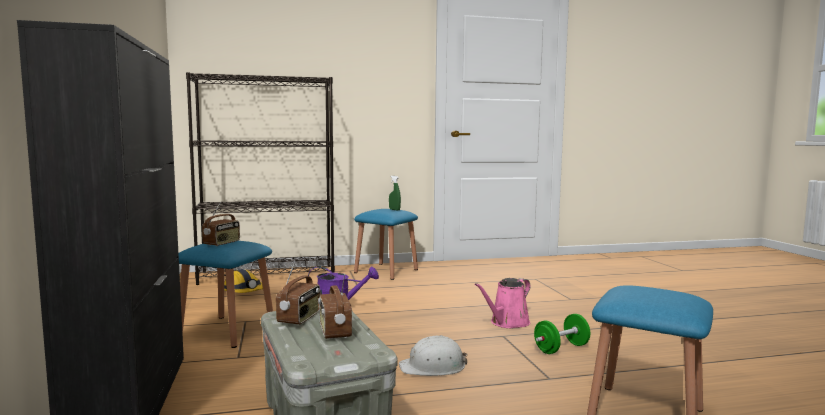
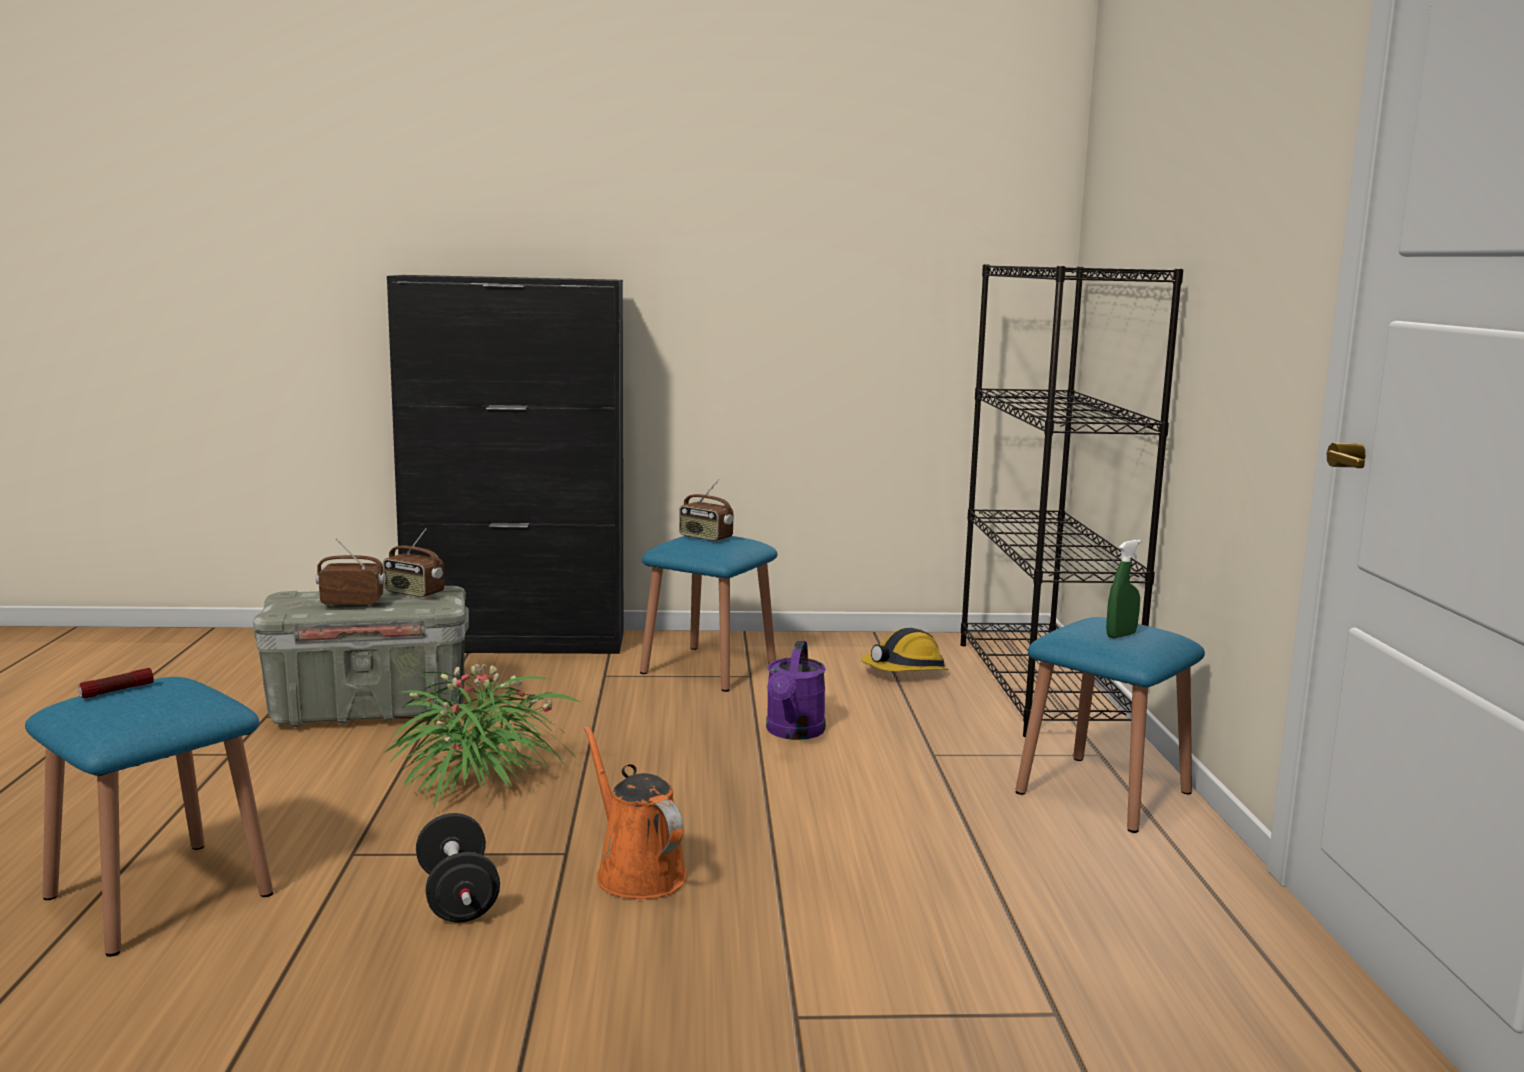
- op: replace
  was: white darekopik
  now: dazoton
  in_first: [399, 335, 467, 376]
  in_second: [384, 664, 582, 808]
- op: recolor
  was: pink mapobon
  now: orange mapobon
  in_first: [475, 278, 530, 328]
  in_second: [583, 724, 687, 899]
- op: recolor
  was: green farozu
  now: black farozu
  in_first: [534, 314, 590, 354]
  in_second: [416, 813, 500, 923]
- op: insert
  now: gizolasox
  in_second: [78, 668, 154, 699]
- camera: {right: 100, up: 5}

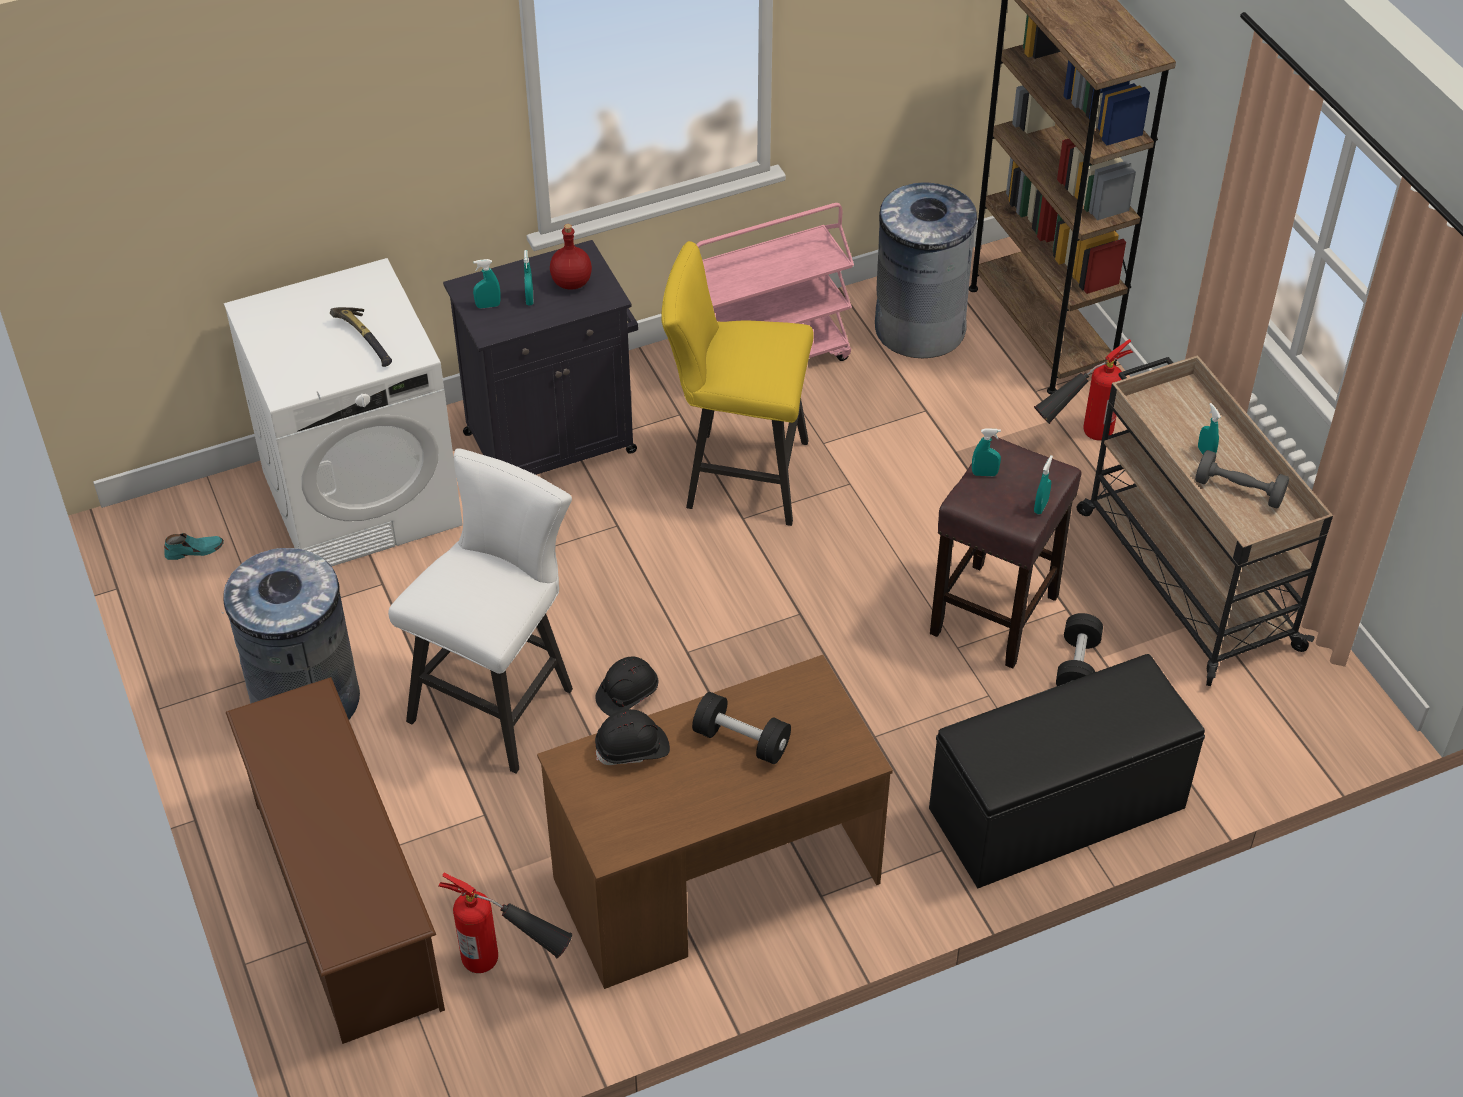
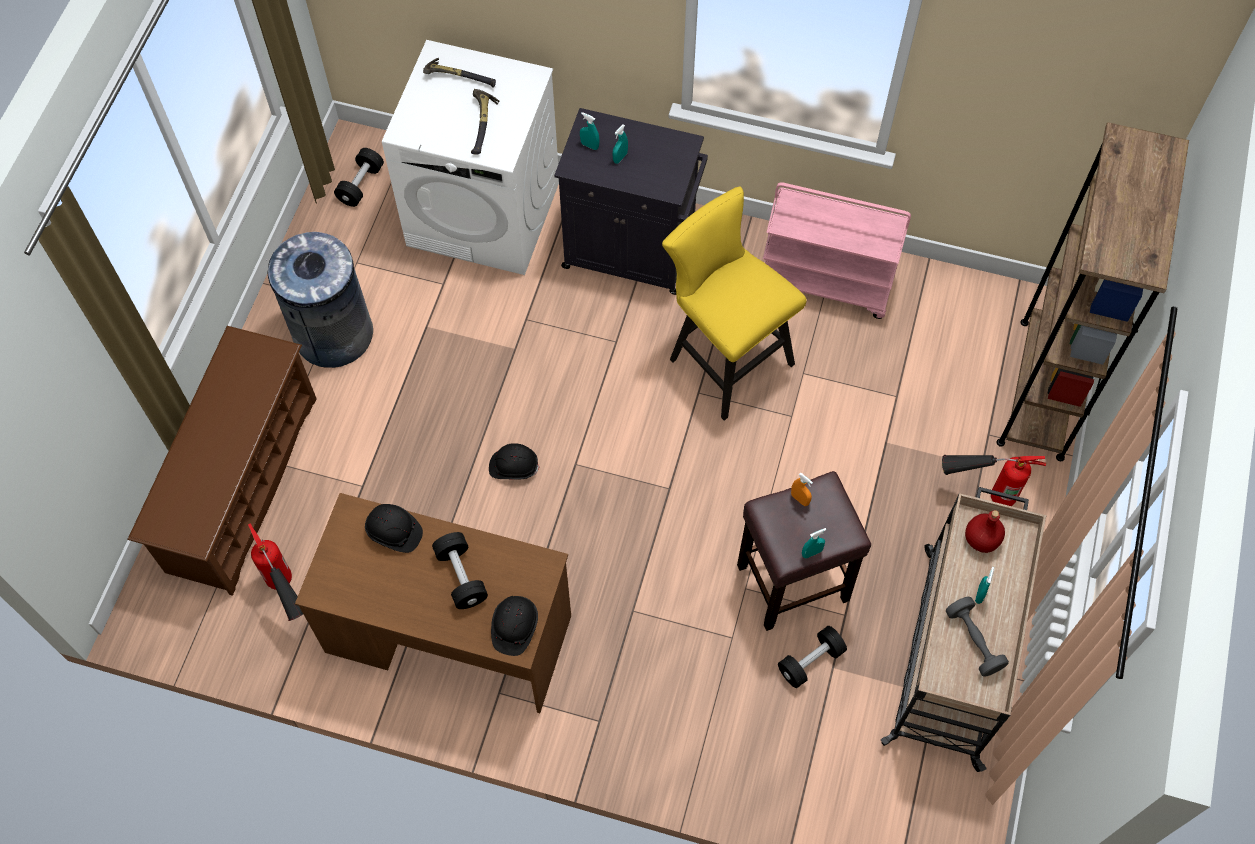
- op: replace
  was: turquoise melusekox
  now: black farozu
  in_first: [164, 533, 224, 560]
  in_second: [334, 148, 384, 207]
- op: delete
  was: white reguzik
  in_first: [388, 448, 573, 774]
- op: move
  was: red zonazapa
  in_first: [550, 224, 592, 290]
  in_second: [965, 510, 1005, 553]
- op: delete
  was: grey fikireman
  in_first: [875, 183, 977, 358]
- op: delete
  was: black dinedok
  in_first: [929, 654, 1205, 888]
- op: recolor
  was: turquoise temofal
  now: orange temofal
  in_first: [972, 428, 1001, 476]
  in_second: [791, 472, 813, 506]
- op: insert
  now: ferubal
  in_second: [423, 58, 496, 88]
- op: insert
  now: black darekopik
  in_second: [491, 596, 538, 656]
- camera: {right: 40, up: 15}

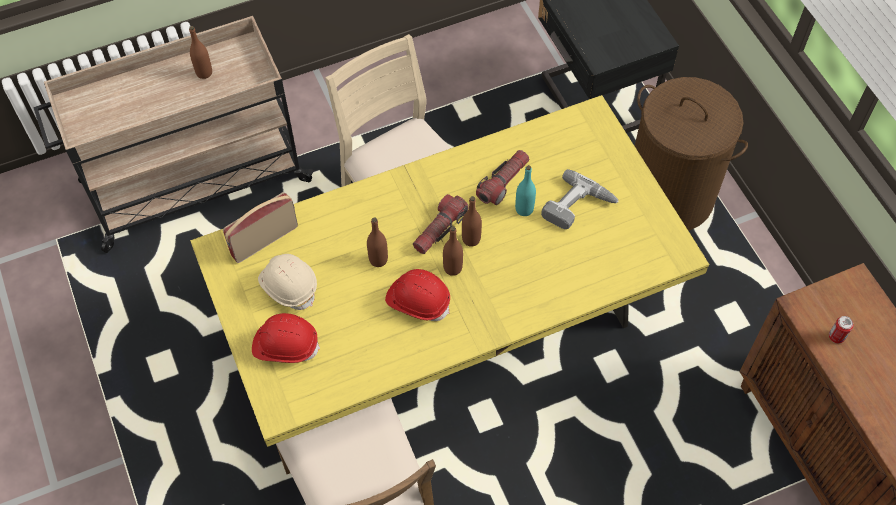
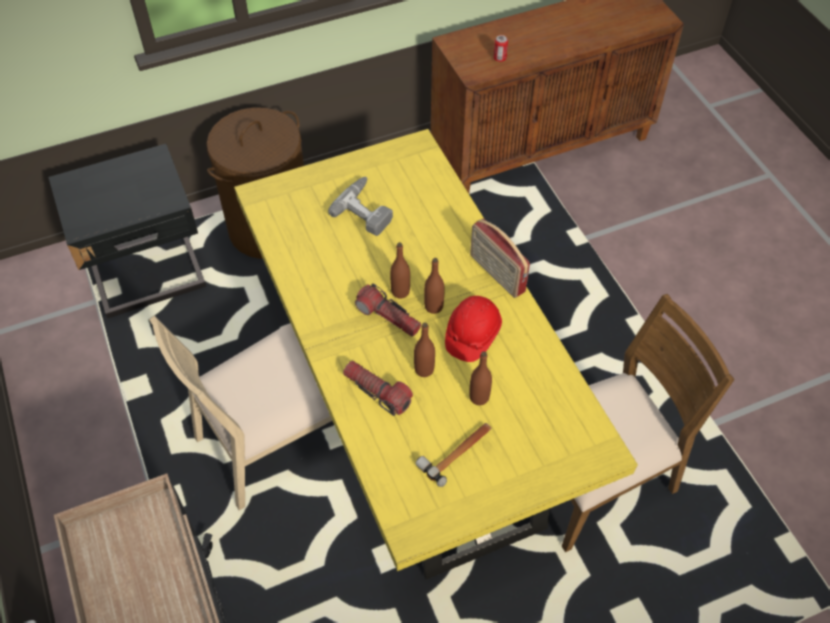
- op: move
  was: brown zonazapa
  in_first: [189, 26, 212, 79]
  in_second: [469, 351, 492, 405]
- op: move
  was: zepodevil
  in_first: [223, 192, 298, 263]
  in_second: [470, 219, 530, 298]
- op: delete
  was: red darekopik
  in_first: [252, 313, 320, 363]
- op: replace
  was: beige darekopik
  now: ferubal
  in_first: [258, 254, 317, 310]
  in_second: [416, 423, 492, 487]
- op: move
  was: gizolasox
  in_first: [476, 150, 529, 205]
  in_second: [343, 361, 413, 416]
- op: delete
  was: turquoise zonazapa
  in_first: [515, 165, 536, 216]
- camera: {right: -90, up: -5}

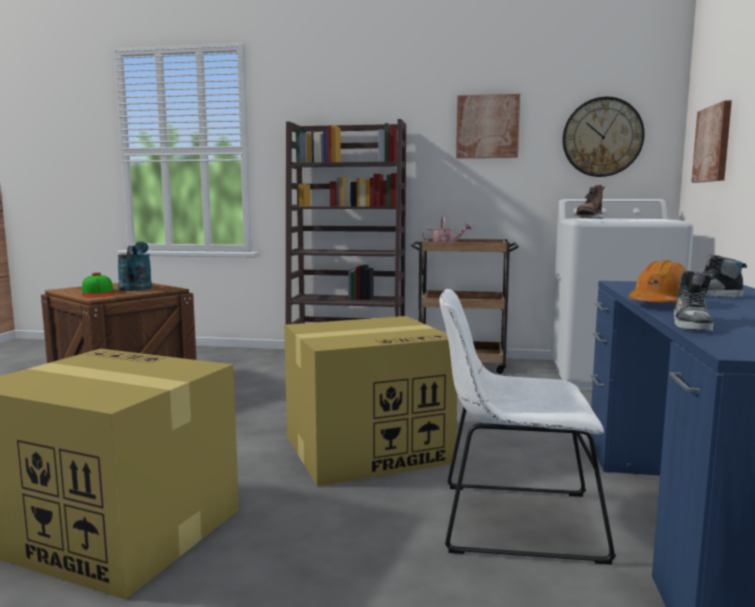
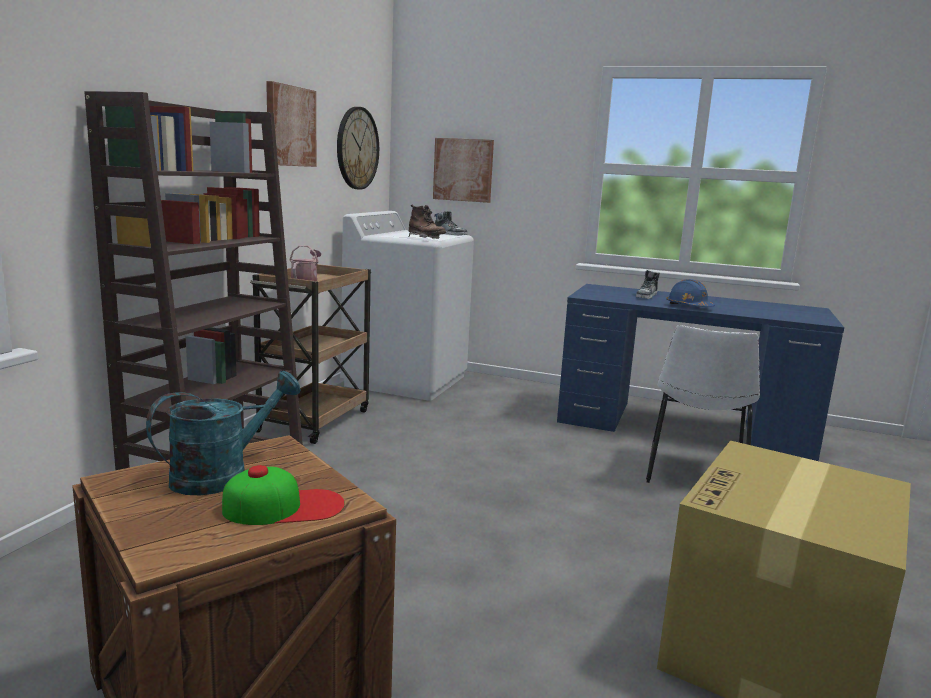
- op: rotate
  was: turquoise mapobon
  in_first: [117, 241, 152, 291]
  in_second: [146, 371, 301, 495]
  clockwise: 135
- op: delete
  was: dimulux
  in_first: [284, 316, 457, 486]
- op: recolor
  was: orange darekopik
  now: blue darekopik
  in_first: [628, 260, 686, 302]
  in_second: [666, 279, 715, 307]
- op: move
  was: melusekox
  in_first: [674, 270, 714, 331]
  in_second: [434, 211, 467, 235]
- camera: {right: -80, up: 5}

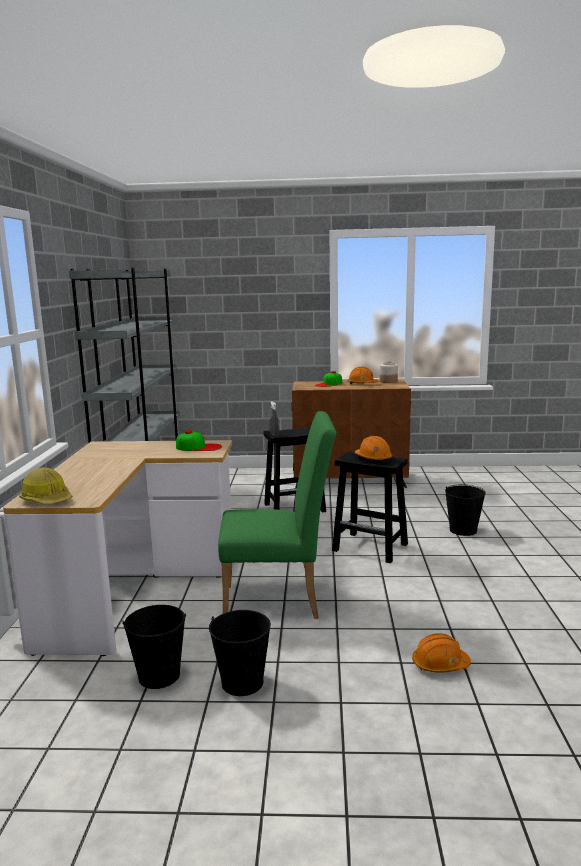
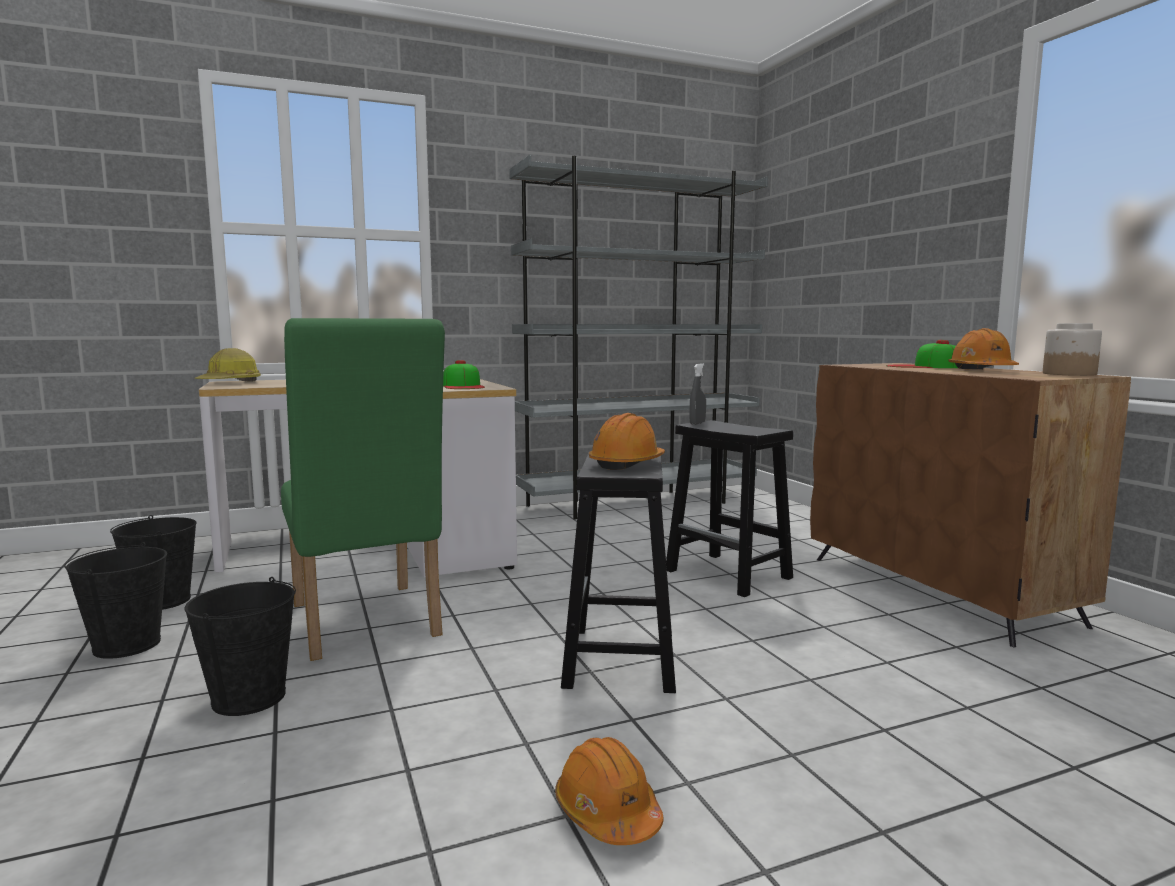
- op: move
  was: orange darekopik
  in_first: [412, 633, 471, 673]
  in_second: [555, 737, 663, 845]
- op: move
  was: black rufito
  in_first: [445, 485, 486, 536]
  in_second: [184, 577, 296, 716]
- camera: {right: 65, up: -5}

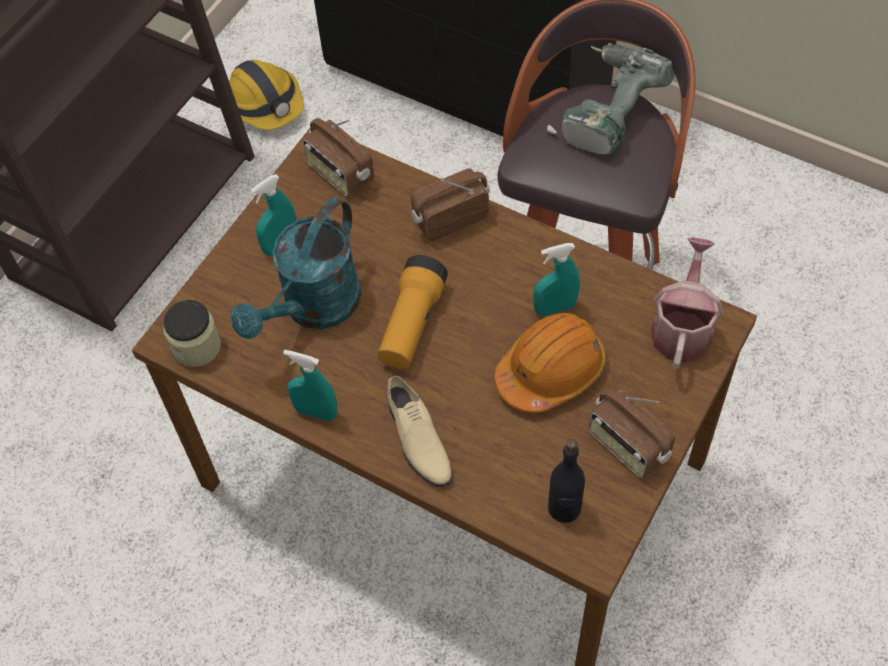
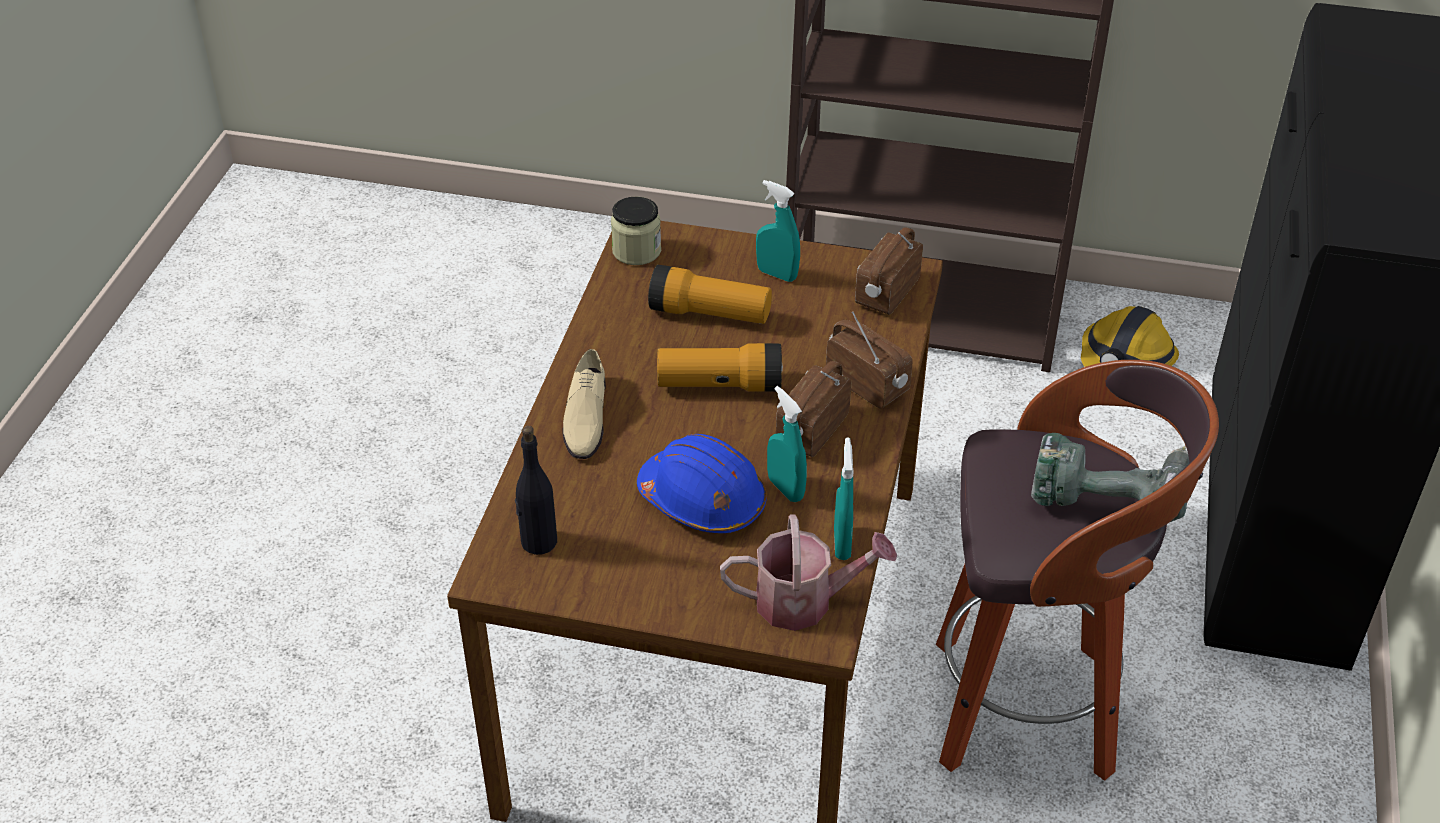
- op: replace
  was: turquoise mapobon
  now: gizolasox
  in_first: [231, 197, 361, 339]
  in_second: [648, 265, 772, 324]
- op: move
  was: turquoise temofal
  in_first: [283, 350, 337, 421]
  in_second: [834, 438, 854, 560]
- op: rotate
  was: beige melusekox
  in_first: [388, 375, 452, 487]
  in_second: [563, 349, 606, 459]
  clockwise: -45
- op: recolor
  was: orange darekopik
  now: blue darekopik
  in_first: [494, 313, 607, 413]
  in_second: [637, 434, 767, 533]
- op: move
  was: zepodevil
  in_first: [589, 388, 675, 478]
  in_second: [776, 361, 851, 457]
- camera: {right: 70, up: -15}

